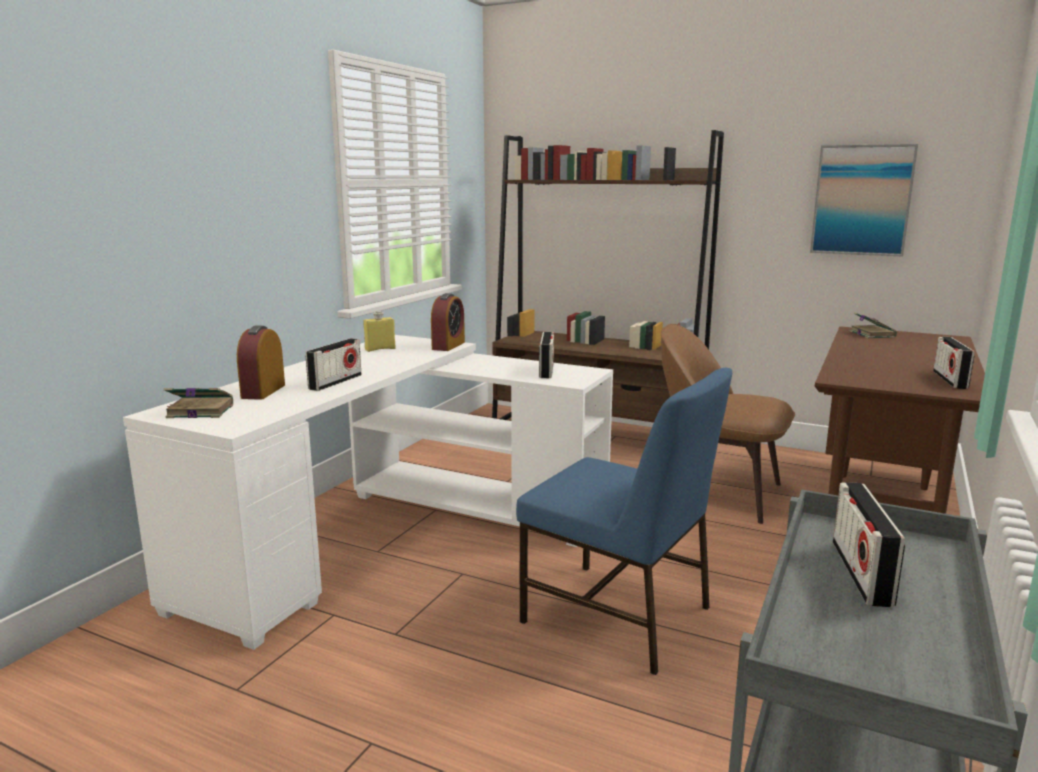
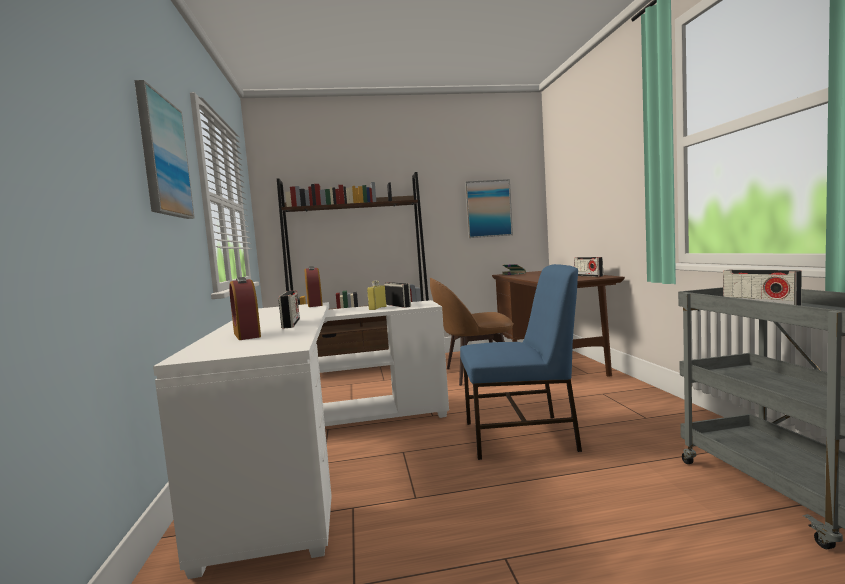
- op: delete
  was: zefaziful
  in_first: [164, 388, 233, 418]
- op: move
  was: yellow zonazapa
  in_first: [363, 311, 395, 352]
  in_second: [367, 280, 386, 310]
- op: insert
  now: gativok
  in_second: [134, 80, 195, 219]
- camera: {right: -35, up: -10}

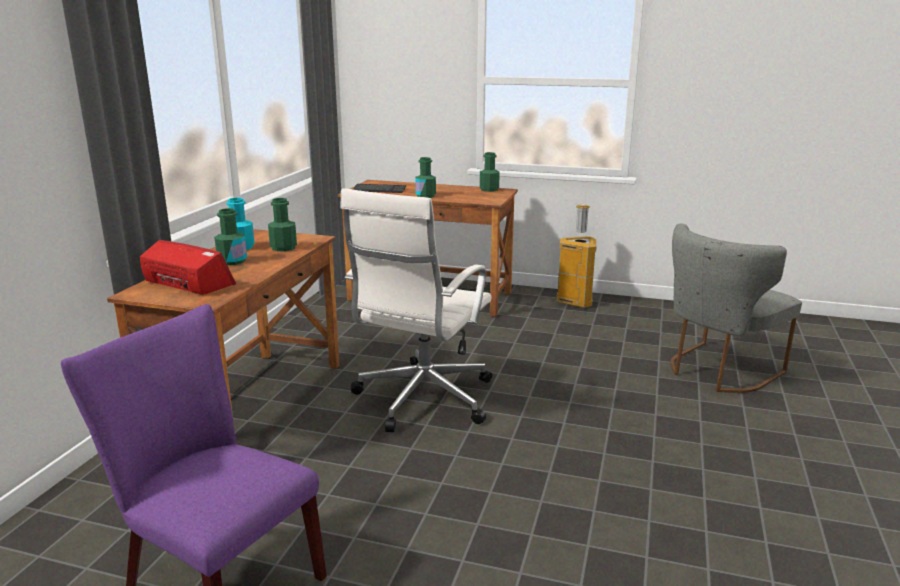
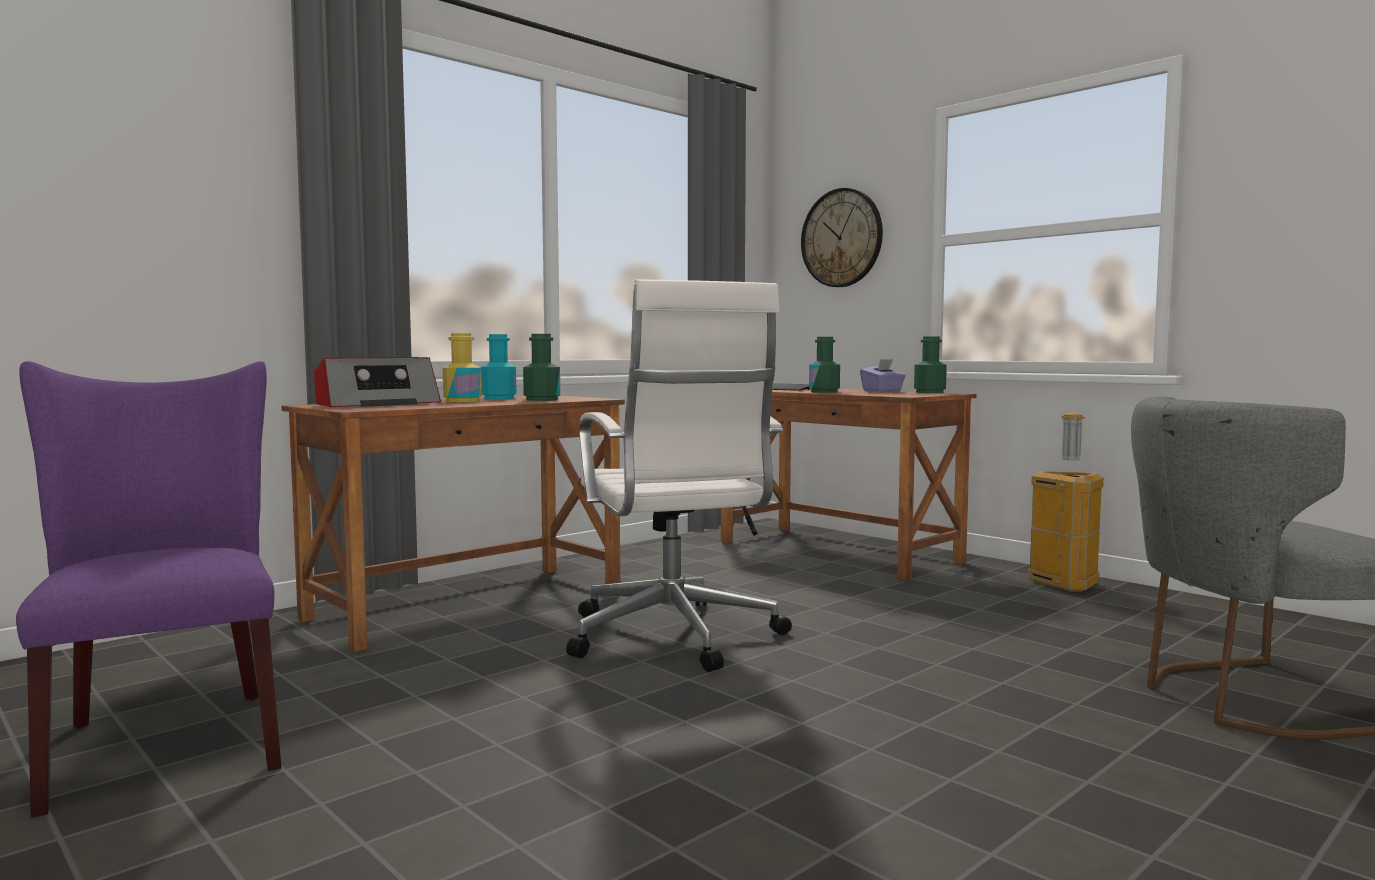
- op: rotate
  was: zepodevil
  in_first: [140, 240, 236, 295]
  in_second: [314, 357, 441, 407]
  clockwise: 75
- op: recolor
  was: green zonazapa
  now: yellow zonazapa
  in_first: [214, 208, 247, 265]
  in_second: [443, 333, 482, 402]
- op: rotate
  was: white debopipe
  in_first: [340, 188, 492, 432]
  in_second: [566, 279, 792, 672]
  clockwise: -75
- op: insert
  now: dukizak
  in_second: [801, 188, 883, 287]
- op: insert
  now: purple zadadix
  in_second: [860, 359, 906, 392]
- camera: {right: 30, up: -15}

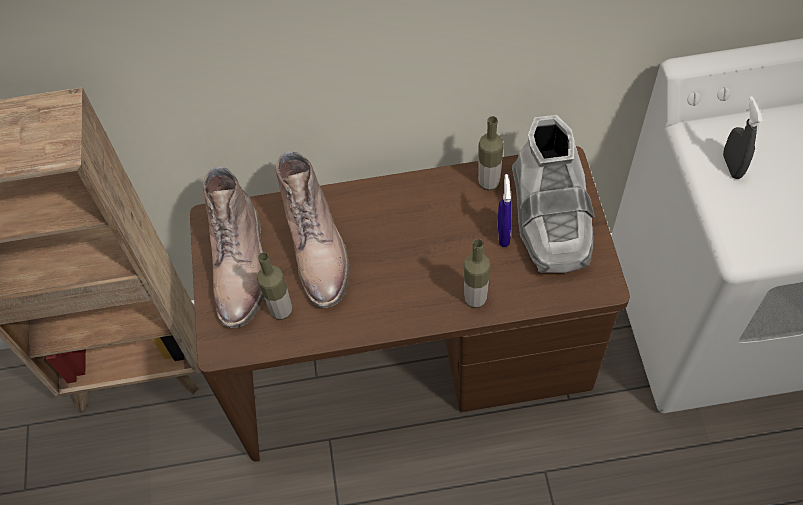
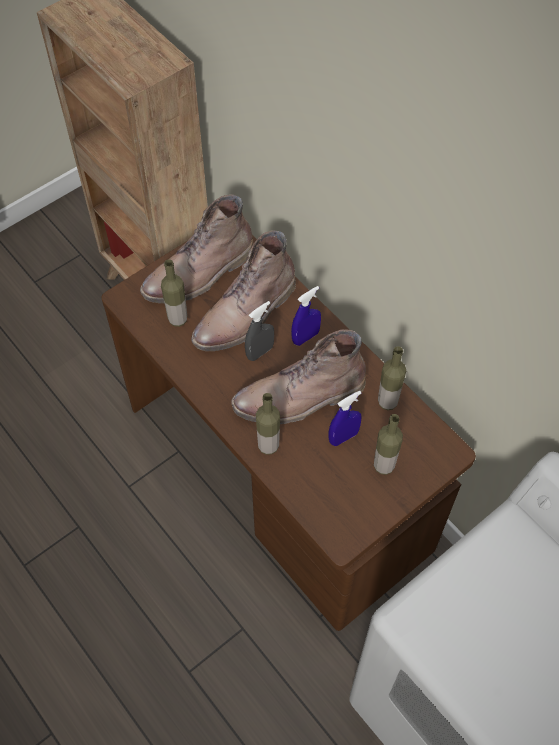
- op: replace
  was: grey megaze
  now: zonazapa
  in_first: [512, 115, 595, 273]
  in_second: [374, 414, 403, 475]
- op: move
  was: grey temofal
  in_first: [723, 96, 763, 179]
  in_second: [245, 301, 274, 361]
- op: insert
  now: brown megaze
  in_second: [231, 329, 366, 425]
- op: insert
  now: blue temofal
  in_second: [291, 286, 321, 346]
- camera: {right: 55, up: 0}

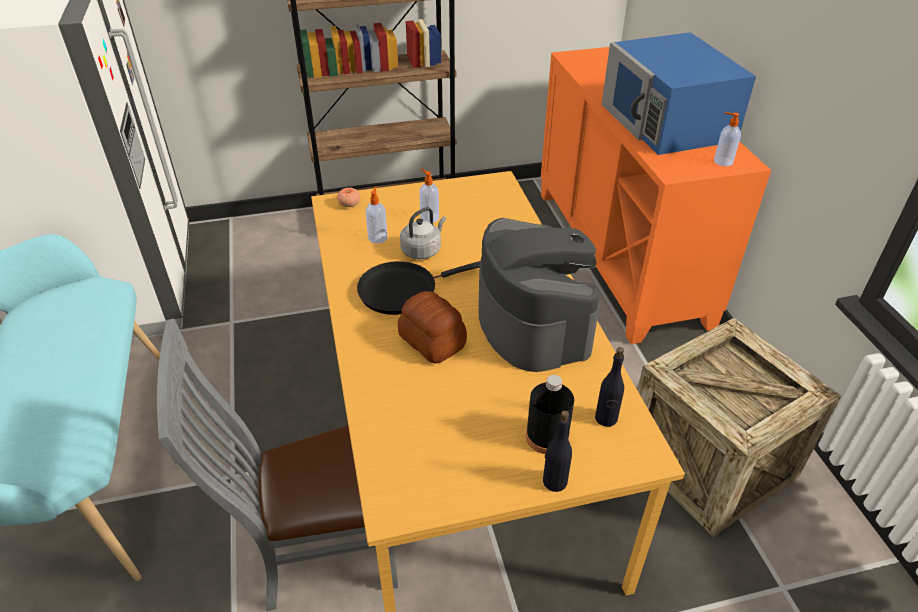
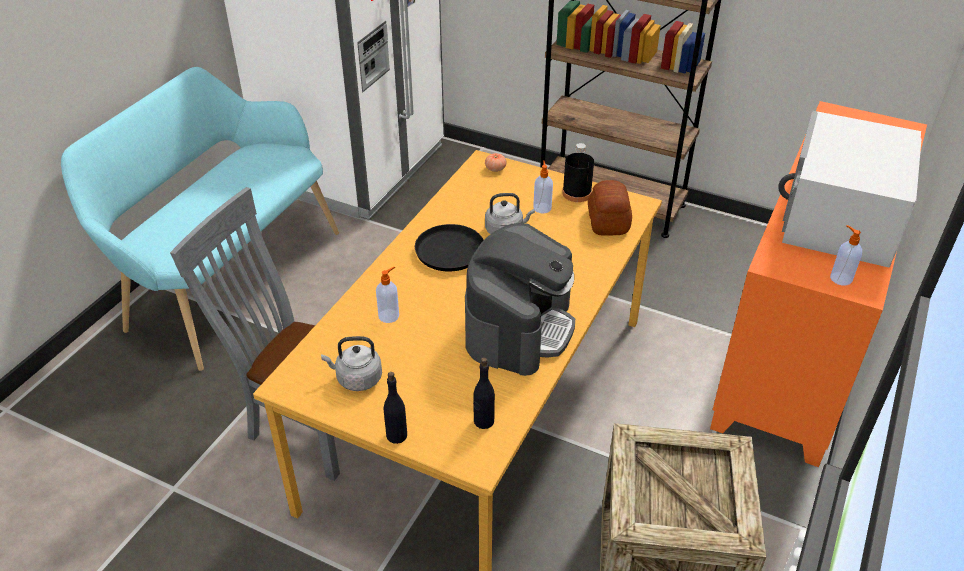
- op: move
  was: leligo
  in_first: [366, 186, 388, 244]
  in_second: [376, 267, 399, 323]
- op: move
  was: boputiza
  in_first: [398, 291, 467, 363]
  in_second: [588, 180, 632, 236]
- op: move
  was: black zonazapa
  in_first: [526, 375, 574, 454]
  in_second: [562, 143, 594, 202]
- op: recolor
  was: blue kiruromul
  now: white kiruromul
  in_first: [601, 32, 756, 155]
  in_second: [778, 111, 922, 268]
- op: insert
  now: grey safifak
  in_second: [321, 336, 382, 391]
- camera: {right: 40, up: 0}

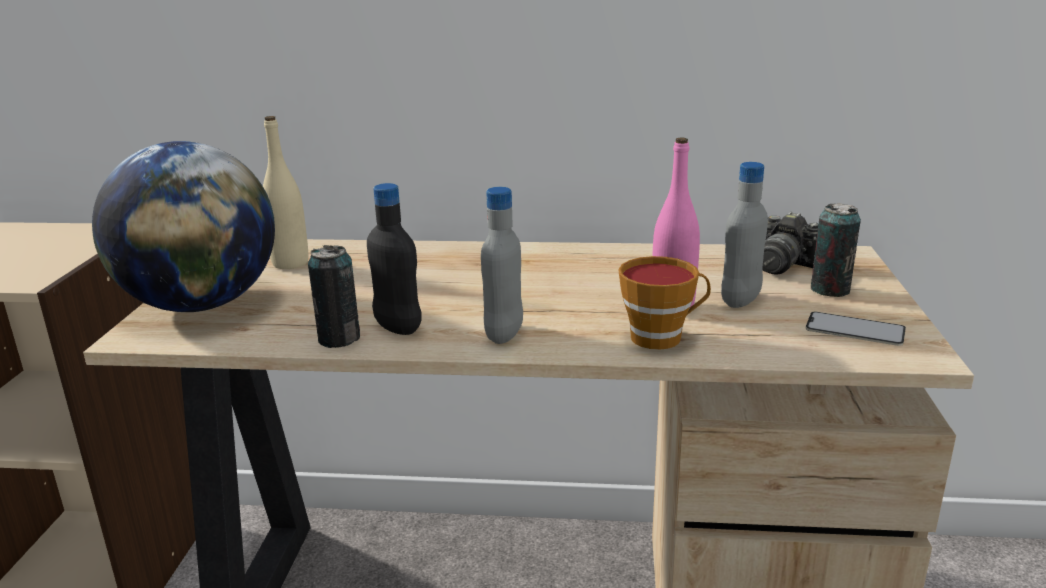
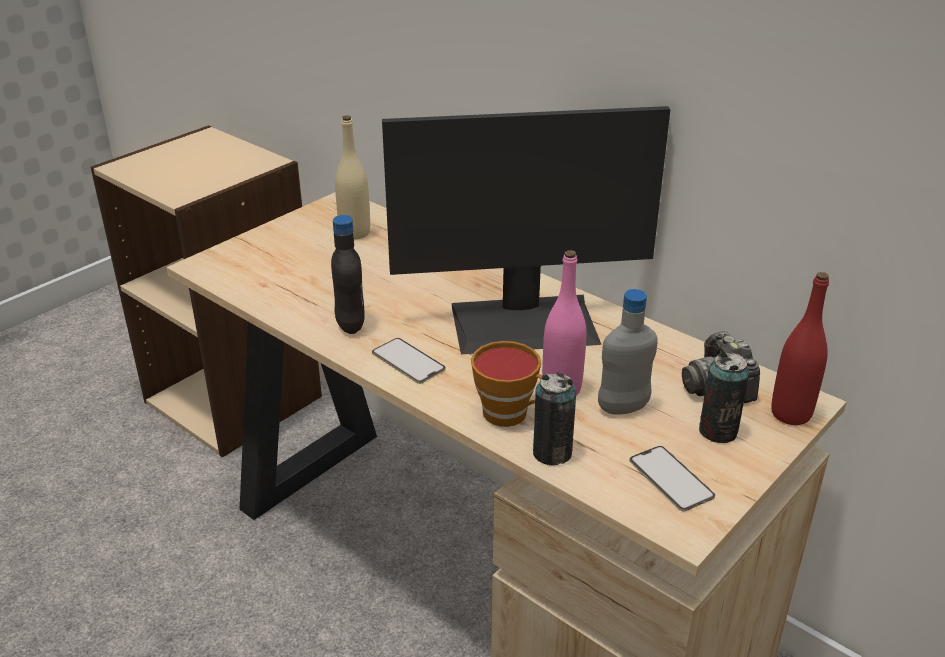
- op: delete
  was: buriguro
  in_first: [92, 141, 275, 312]
- op: move
  was: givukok
  in_first: [308, 245, 360, 348]
  in_second: [533, 373, 576, 465]
- op: replace
  was: grey zonazapa
  now: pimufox
  in_first: [481, 187, 523, 344]
  in_second: [372, 338, 446, 384]
- op: insert
  now: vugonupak
  in_second: [382, 106, 671, 355]
- op: insert
  now: red zonazapa
  in_second: [771, 272, 829, 425]
- camera: {right: 35, up: 10}

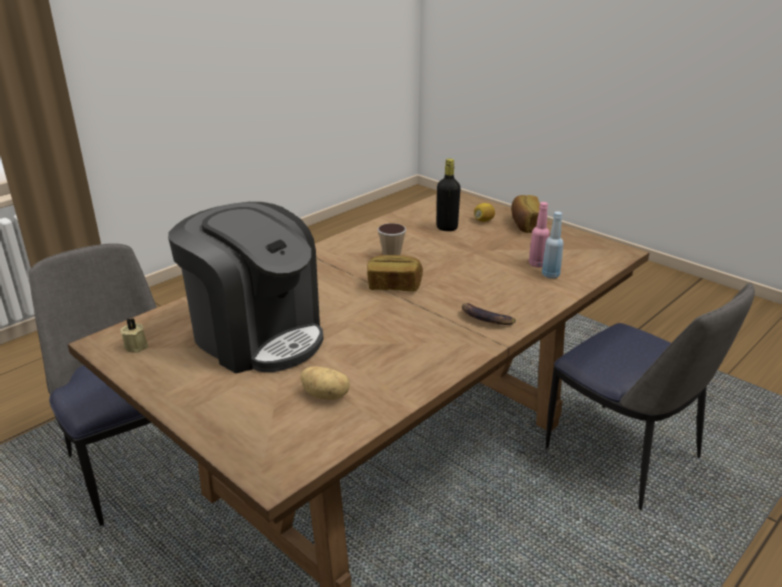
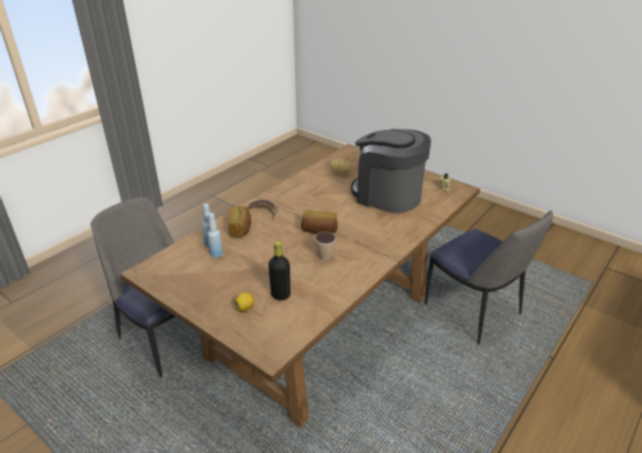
- op: move
  was: boputiza
  in_first: [511, 195, 540, 233]
  in_second: [228, 206, 251, 237]
- op: recolor
  was: pink zonazapa
  now: blue zonazapa
  in_first: [529, 202, 550, 267]
  in_second: [207, 213, 223, 258]
- camera: {right: 175, up: 5}

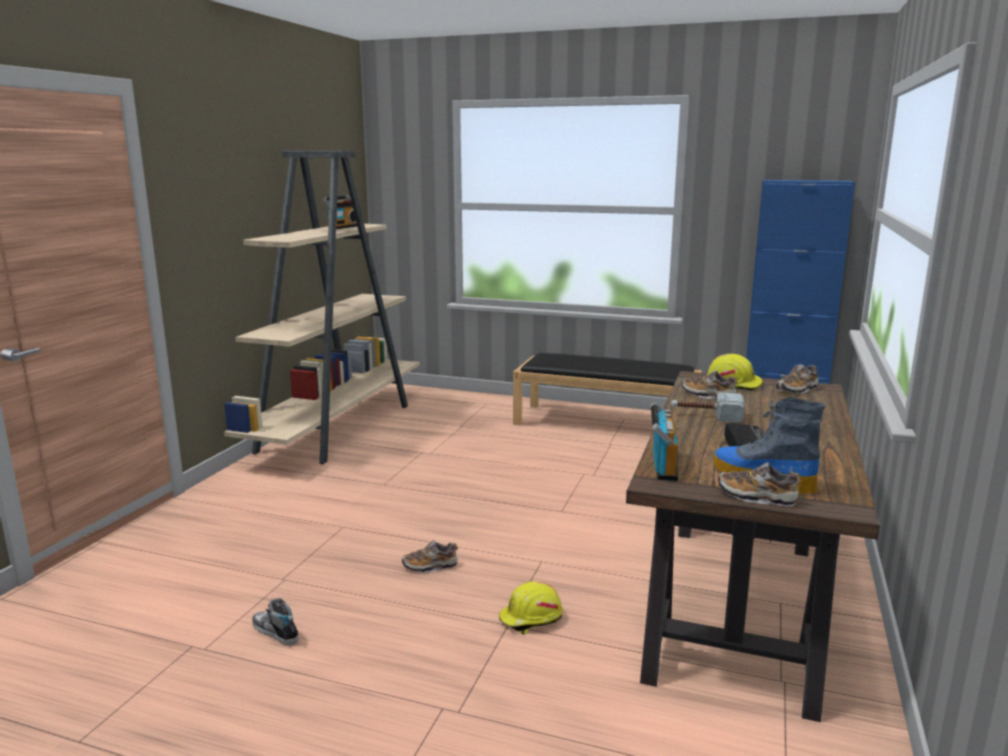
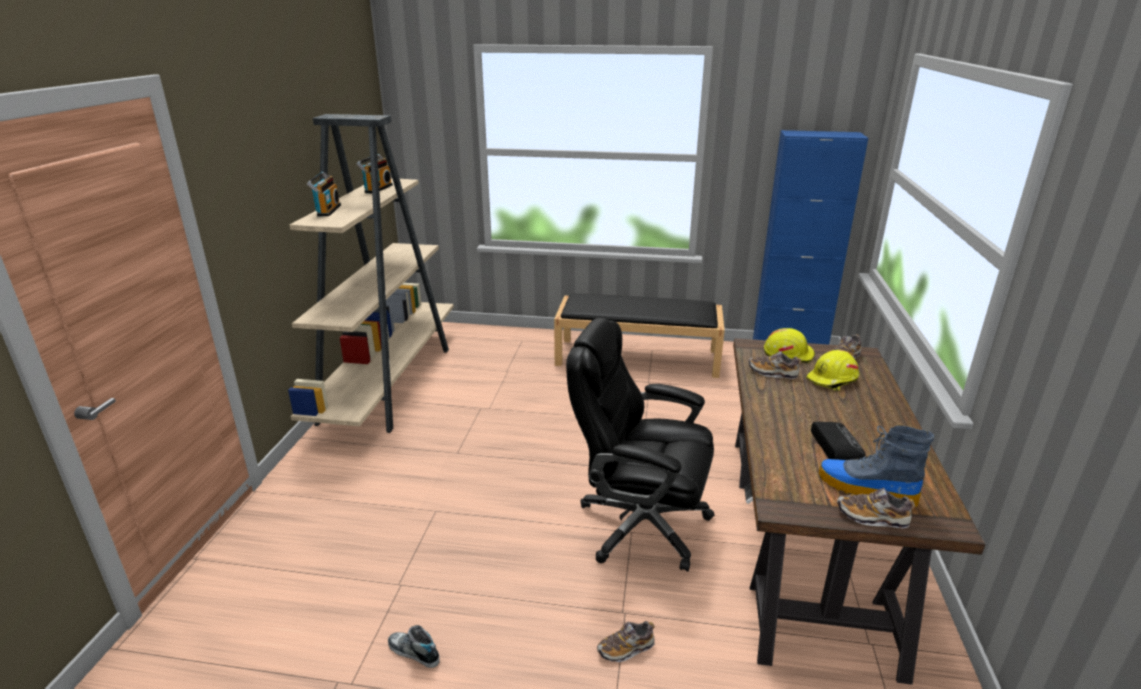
- op: move
  was: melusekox
  in_first: [402, 540, 458, 573]
  in_second: [597, 621, 655, 662]
- op: move
  was: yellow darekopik
  in_first: [499, 581, 563, 635]
  in_second: [806, 350, 859, 391]
- op: move
  was: zepodevil
  in_first: [651, 402, 678, 481]
  in_second: [307, 172, 341, 216]
- op: delete
  was: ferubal
  in_first: [671, 392, 745, 423]
- op: insert
  now: black debopipe
  in_second: [566, 318, 715, 572]
- camera: {right: -10, up: 10}

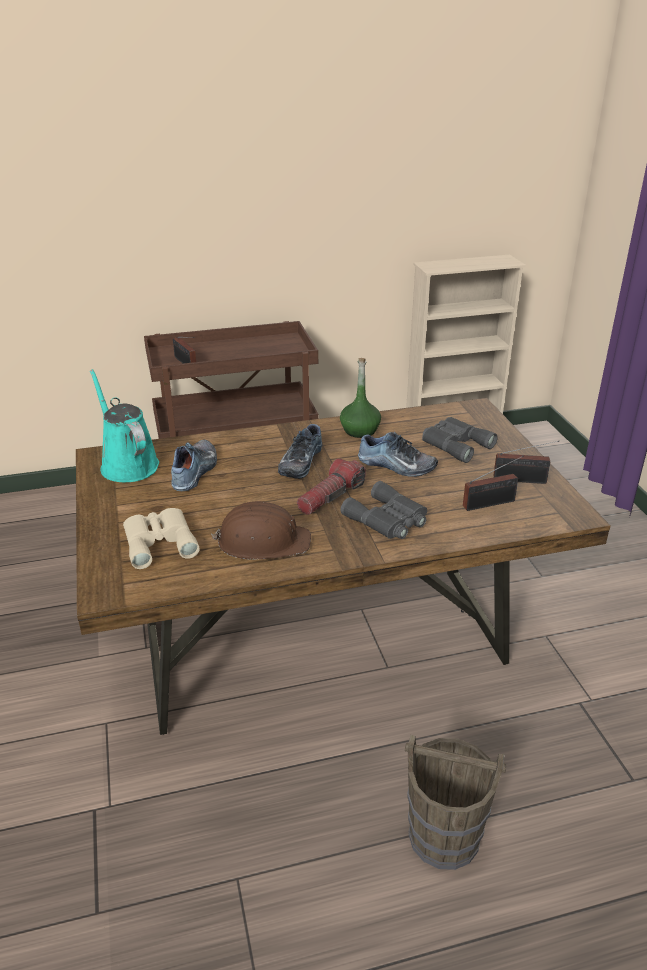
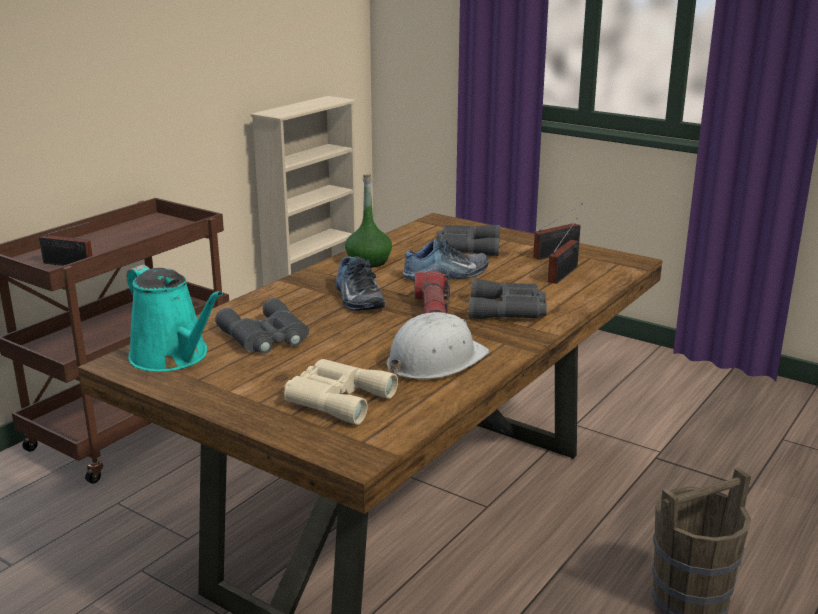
- op: rotate
  was: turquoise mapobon
  in_first: [90, 369, 159, 482]
  in_second: [126, 265, 223, 372]
  clockwise: -150
- op: replace
  was: melusekox
  now: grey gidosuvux
  in_first: [171, 440, 217, 491]
  in_second: [215, 298, 309, 354]
- op: recolor
  was: brown darekopik
  now: white darekopik
  in_first: [210, 501, 311, 560]
  in_second: [387, 312, 489, 379]
- camera: {right: -40, up: -10}

